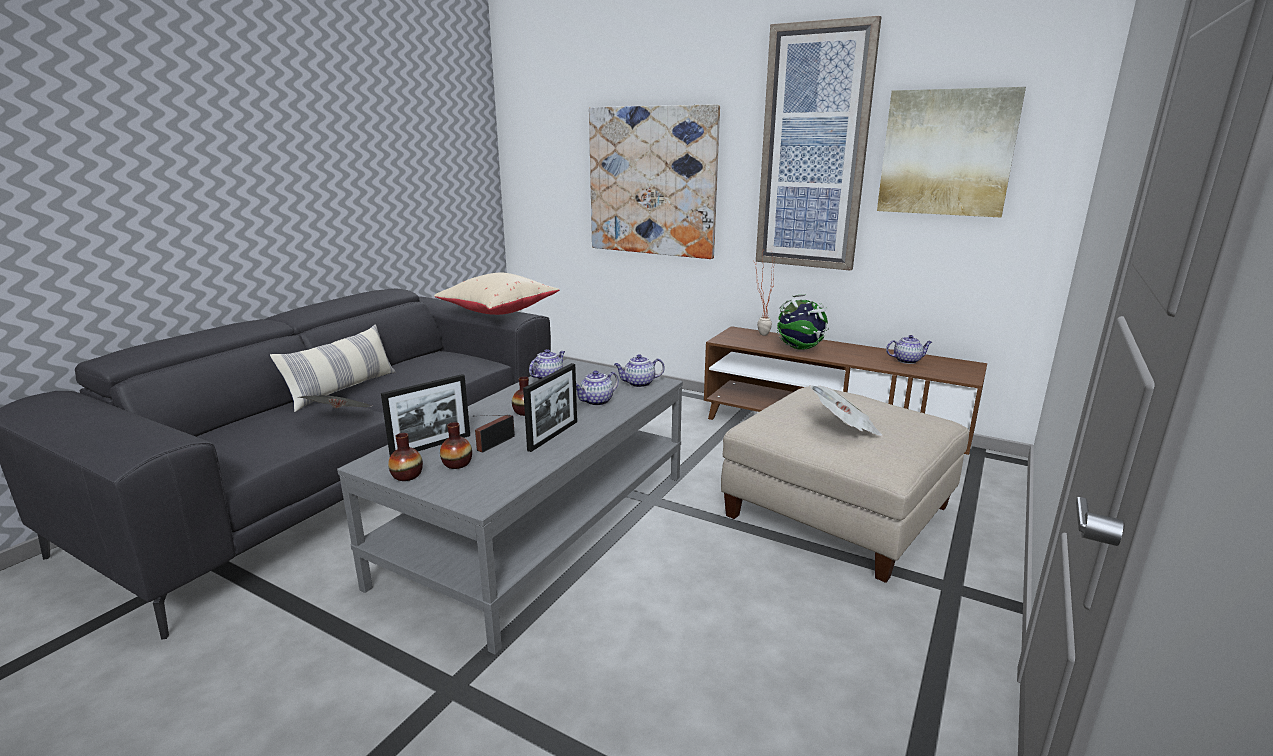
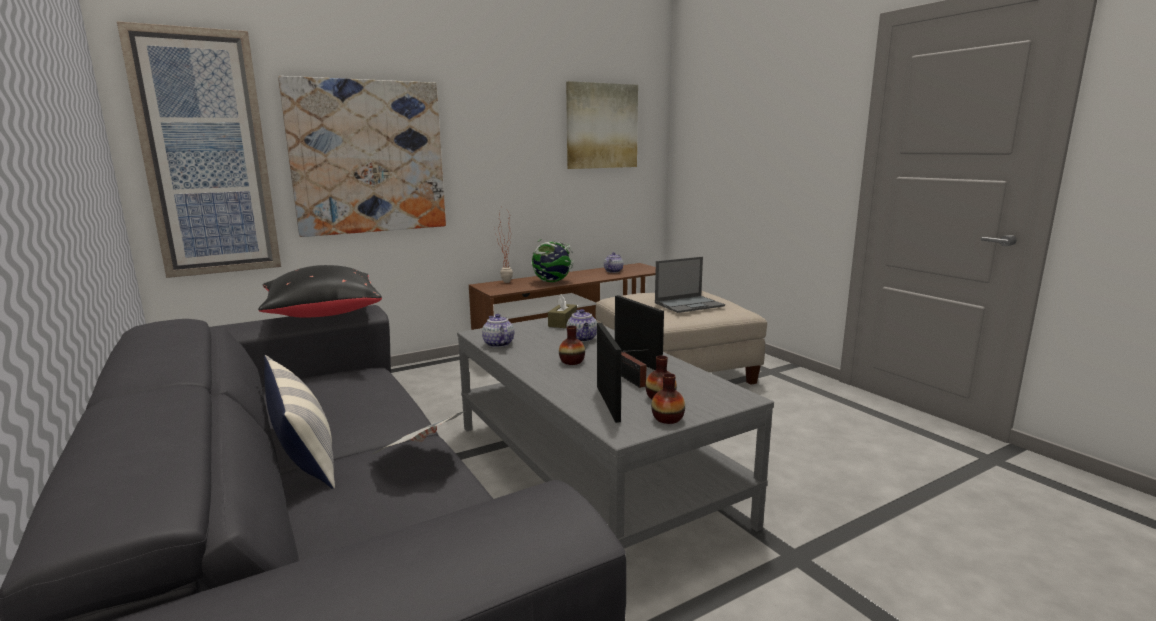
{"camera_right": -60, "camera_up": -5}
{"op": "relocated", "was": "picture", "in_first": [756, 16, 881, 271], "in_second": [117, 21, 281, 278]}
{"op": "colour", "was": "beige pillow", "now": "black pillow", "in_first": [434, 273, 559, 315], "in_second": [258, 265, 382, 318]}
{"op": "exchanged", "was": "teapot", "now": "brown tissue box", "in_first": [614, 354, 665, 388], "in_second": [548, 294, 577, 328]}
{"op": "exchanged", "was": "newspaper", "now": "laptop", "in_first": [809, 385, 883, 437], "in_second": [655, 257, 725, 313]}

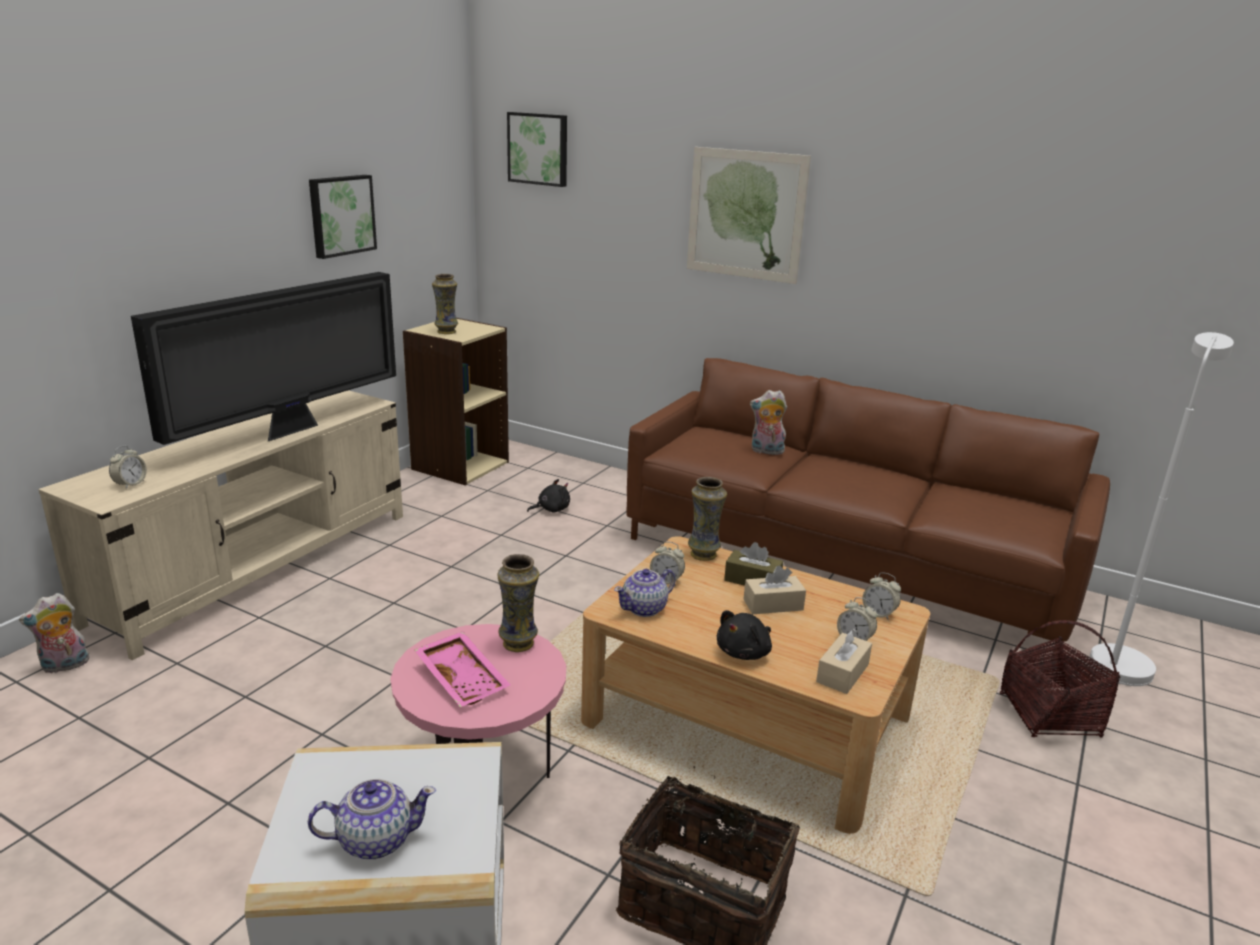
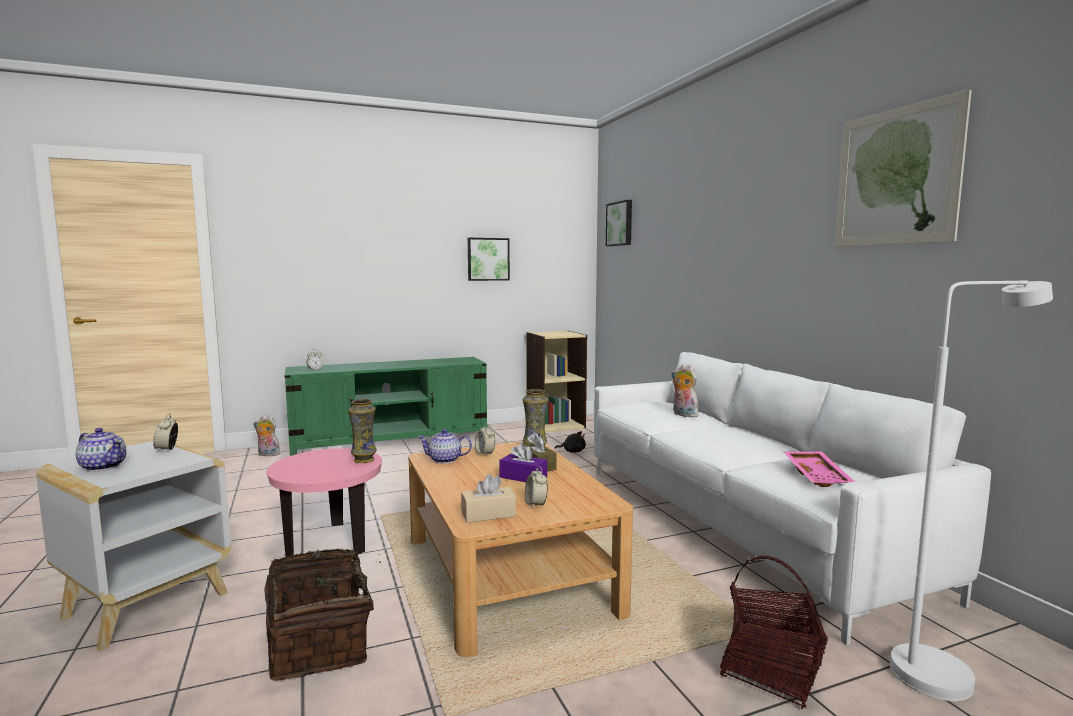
{"camera_right": 40, "camera_up": -15}
{"op": "relocated", "was": "picture", "in_first": [687, 147, 811, 284], "in_second": [835, 89, 972, 247]}
{"op": "missing", "was": "television", "in_first": [131, 272, 396, 445]}
{"op": "missing", "was": "vase", "in_first": [432, 274, 458, 334]}
{"op": "colour", "was": "brown sofa", "now": "white sofa", "in_first": [626, 358, 1110, 660], "in_second": [594, 352, 991, 645]}
{"op": "colour", "was": "beige tv stand", "now": "green tv stand", "in_first": [38, 390, 403, 660], "in_second": [285, 357, 487, 456]}
{"op": "colour", "was": "beige tissue box", "now": "purple tissue box", "in_first": [744, 566, 806, 614], "in_second": [499, 442, 547, 482]}
{"op": "relocated", "was": "alarm clock", "in_first": [862, 572, 901, 620], "in_second": [153, 413, 178, 452]}
{"op": "missing", "was": "black plush toy", "in_first": [717, 610, 772, 660]}
{"op": "relocated", "was": "pink tray", "in_first": [415, 631, 510, 707], "in_second": [784, 451, 855, 487]}

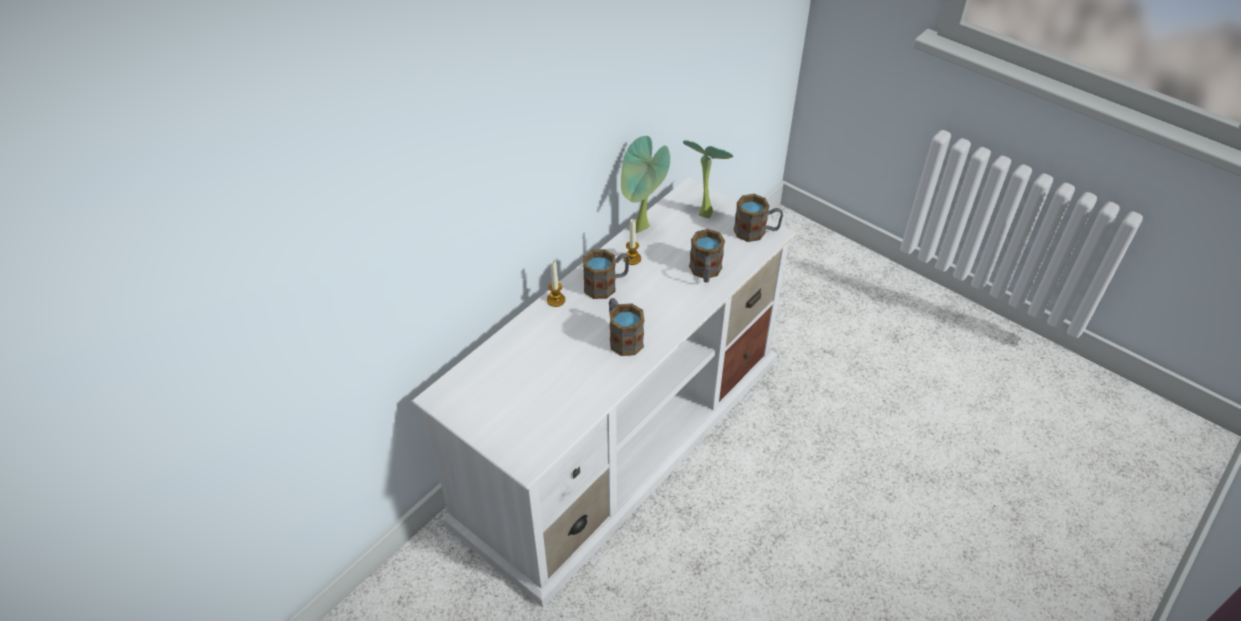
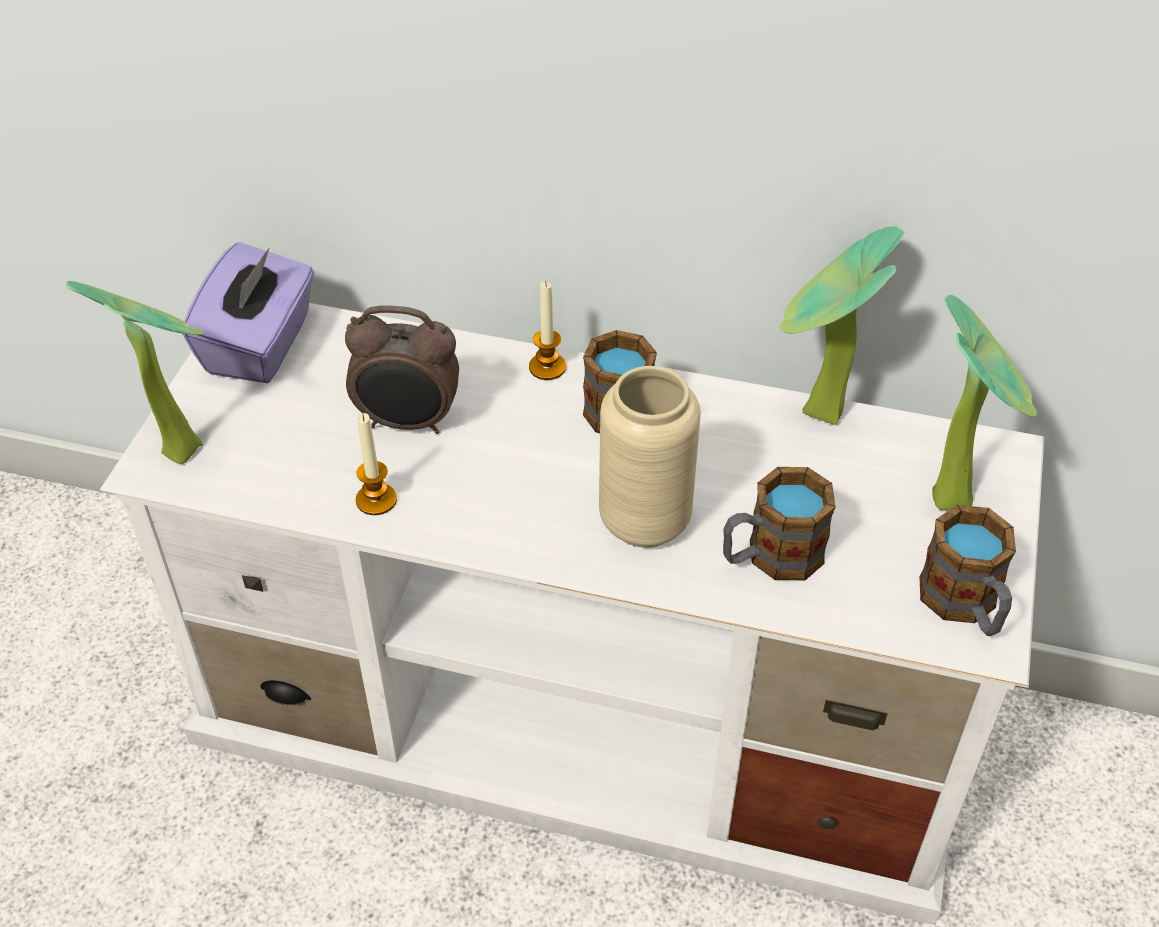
{"camera_right": 65, "camera_up": 0}
{"op": "relocated", "was": "candle", "in_first": [624, 219, 641, 265], "in_second": [356, 413, 397, 515]}
{"op": "missing", "was": "mug", "in_first": [609, 298, 644, 356]}
{"op": "appeared", "now": "purple tissue box", "in_second": [183, 242, 314, 383]}
{"op": "appeared", "now": "potted plant", "in_second": [66, 281, 204, 464]}
{"op": "appeared", "now": "alarm clock", "in_second": [345, 305, 459, 434]}
{"op": "appeared", "now": "beige vase", "in_second": [599, 366, 701, 548]}

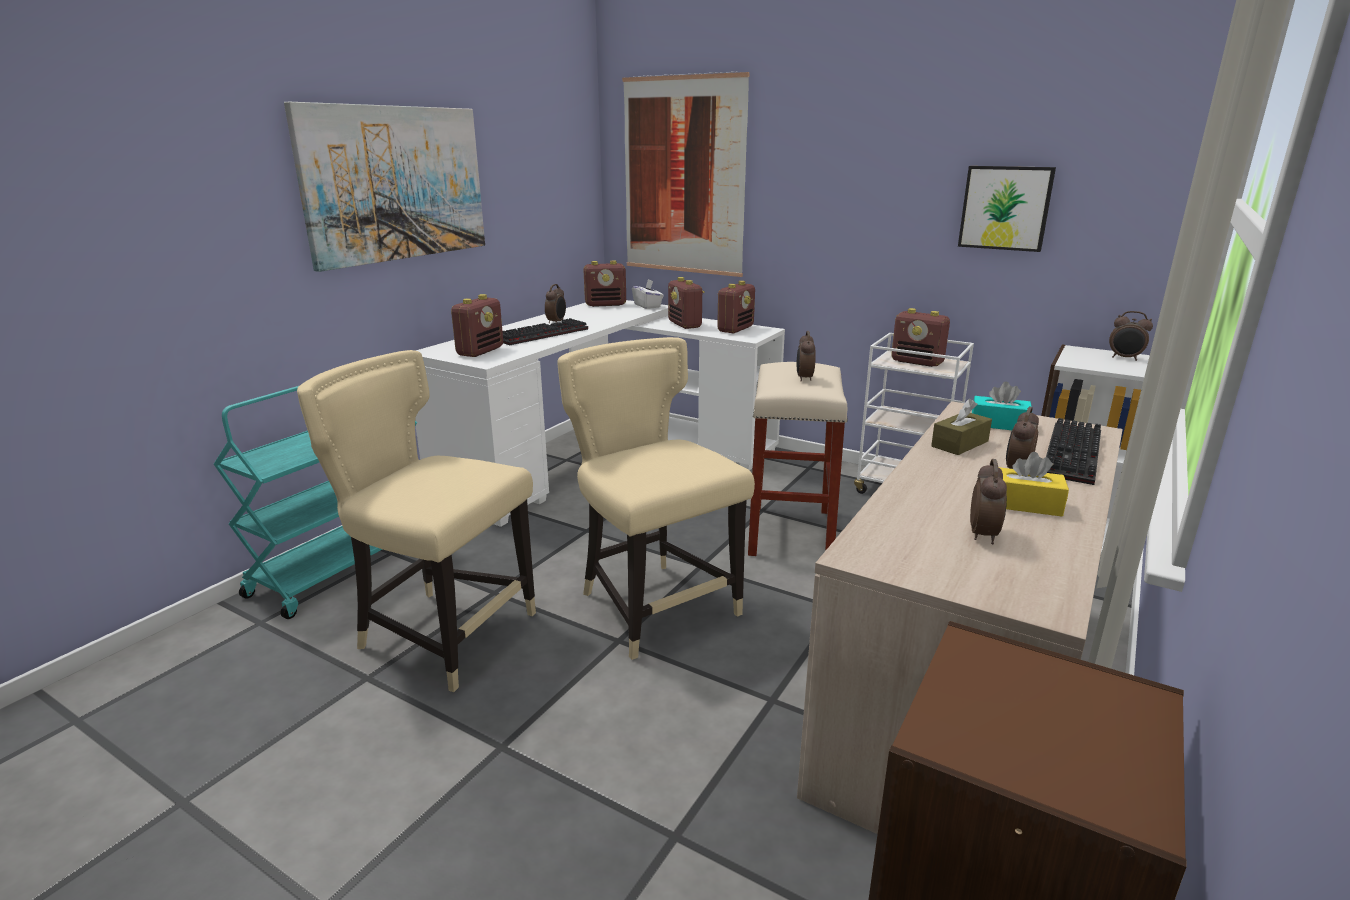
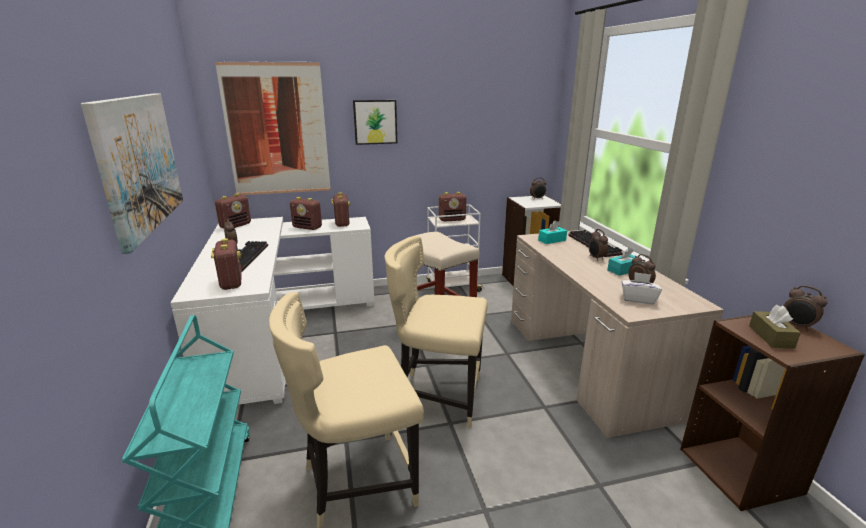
{"camera_right": -45, "camera_up": 0}
{"op": "relocated", "was": "picture", "in_first": [958, 166, 1056, 252], "in_second": [353, 100, 397, 145]}
{"op": "relocated", "was": "white tissue box", "in_first": [632, 279, 664, 309], "in_second": [622, 272, 662, 305]}
{"op": "relocated", "was": "alarm clock", "in_first": [797, 331, 816, 382], "in_second": [784, 285, 828, 331]}
{"op": "relocated", "was": "brown tissue box", "in_first": [931, 399, 992, 455], "in_second": [749, 305, 801, 349]}
{"op": "colour", "was": "yellow tissue box", "now": "turquoise tissue box", "in_first": [999, 452, 1069, 517], "in_second": [607, 247, 639, 276]}

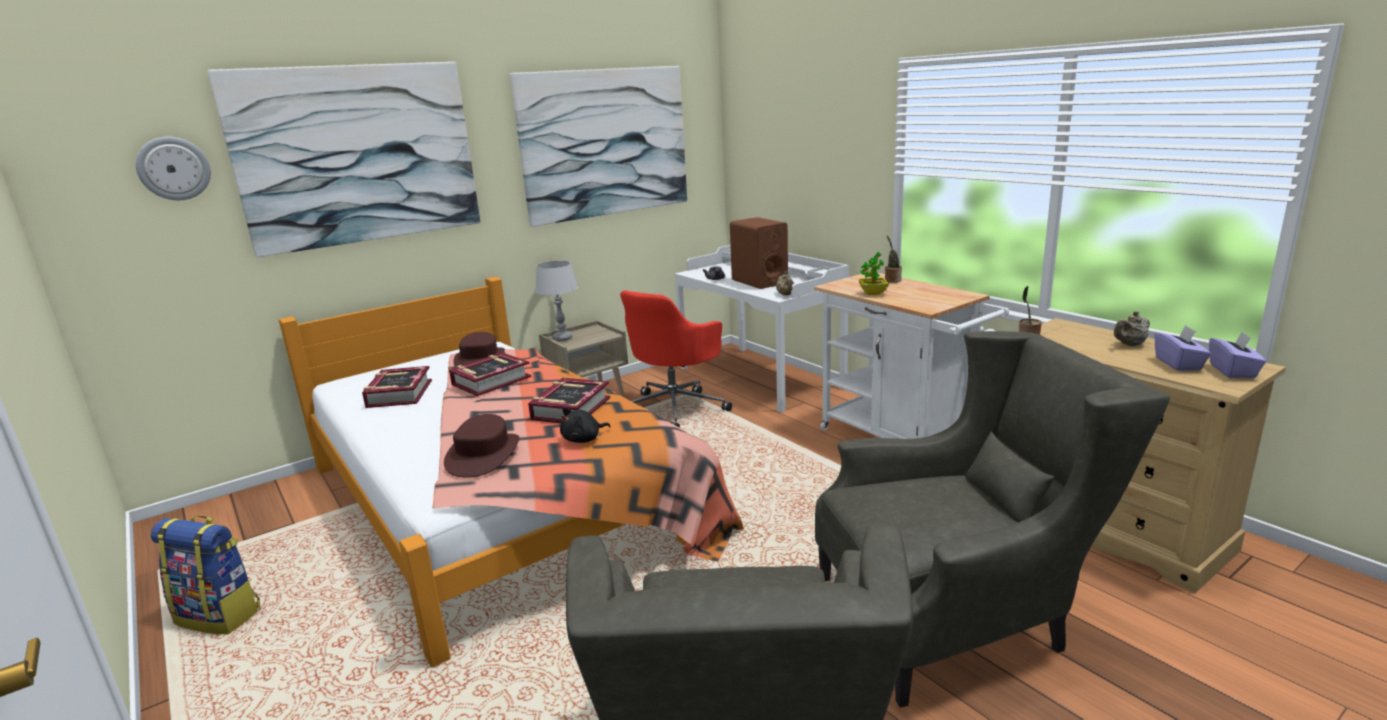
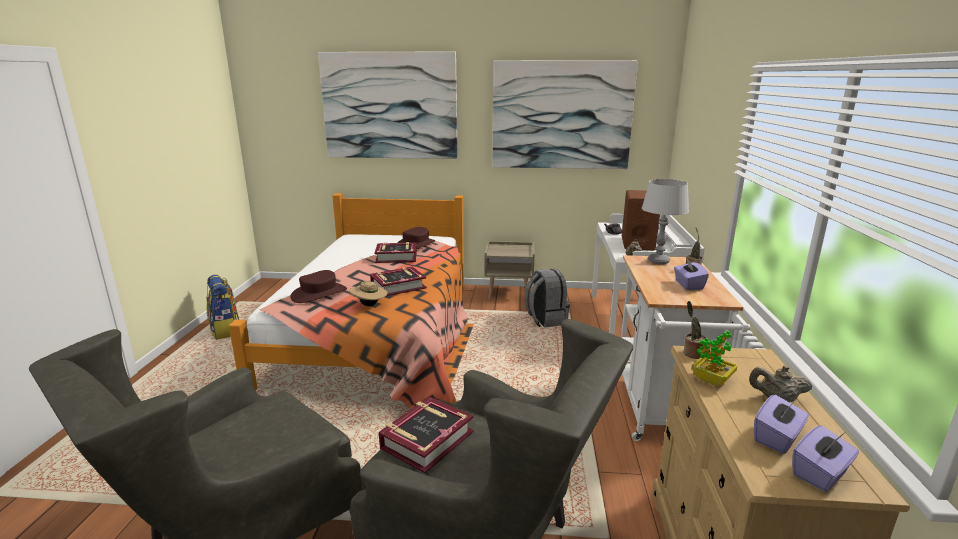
{"camera_right": 40, "camera_up": 0}
{"op": "missing", "was": "wall clock", "in_first": [136, 137, 211, 200]}
{"op": "relocated", "was": "potted plant", "in_first": [859, 252, 888, 295], "in_second": [691, 331, 737, 386]}
{"op": "relocated", "was": "grey table lamp", "in_first": [535, 261, 578, 341], "in_second": [642, 179, 689, 264]}
{"op": "exchanged", "was": "red office chair", "now": "grey backpack", "in_first": [620, 290, 732, 428], "in_second": [525, 269, 570, 328]}
{"op": "relocated", "was": "book", "in_first": [362, 366, 432, 408], "in_second": [379, 396, 473, 473]}
{"op": "exchanged", "was": "black plush toy", "now": "beige hat", "in_first": [560, 407, 611, 443], "in_second": [349, 281, 388, 306]}
{"op": "appeared", "now": "purple tissue box", "in_second": [674, 259, 709, 290]}

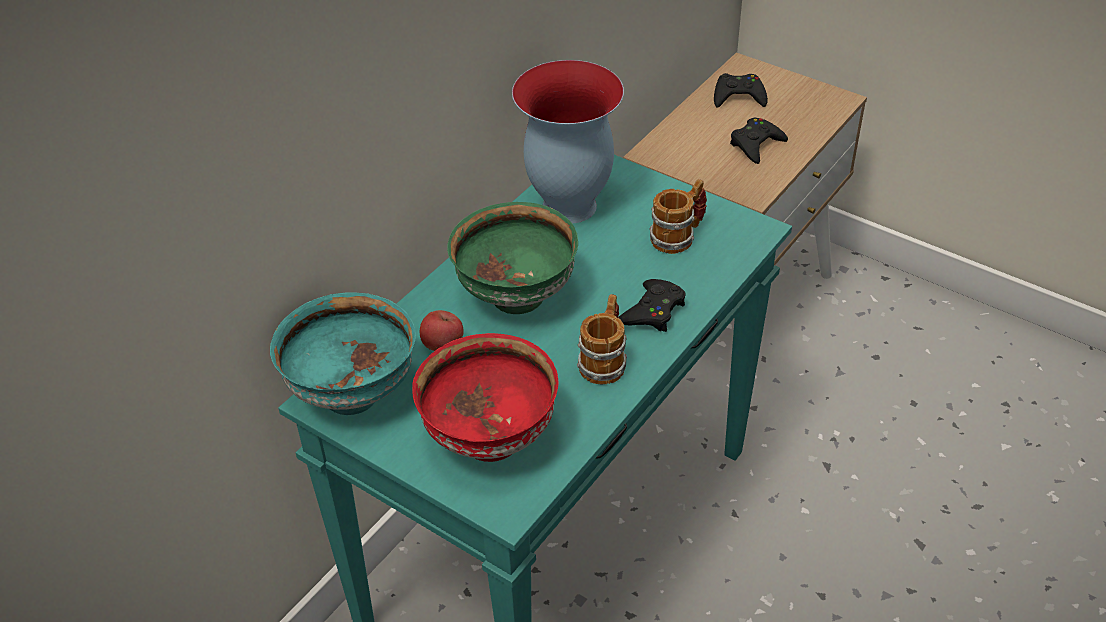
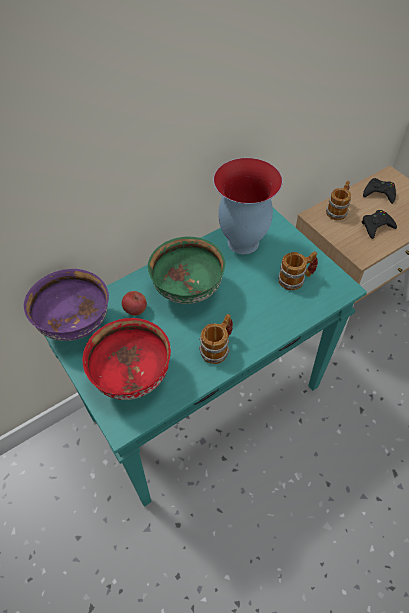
{"camera_right": 20, "camera_up": 10}
{"op": "missing", "was": "black game controller", "in_first": [619, 279, 685, 332]}
{"op": "colour", "was": "turquoise bowl", "now": "purple bowl", "in_first": [270, 292, 416, 415], "in_second": [24, 269, 109, 341]}
{"op": "appeared", "now": "mug", "in_second": [326, 181, 351, 220]}

